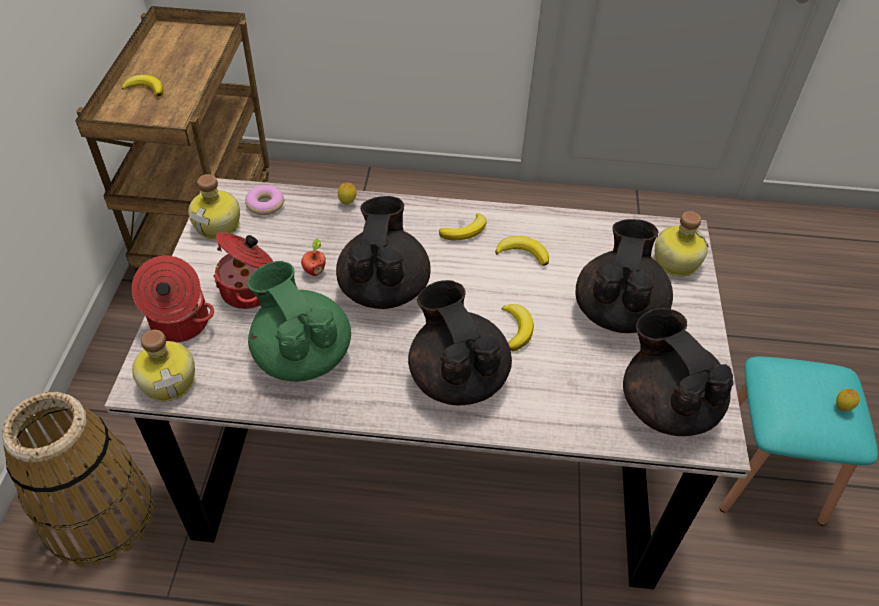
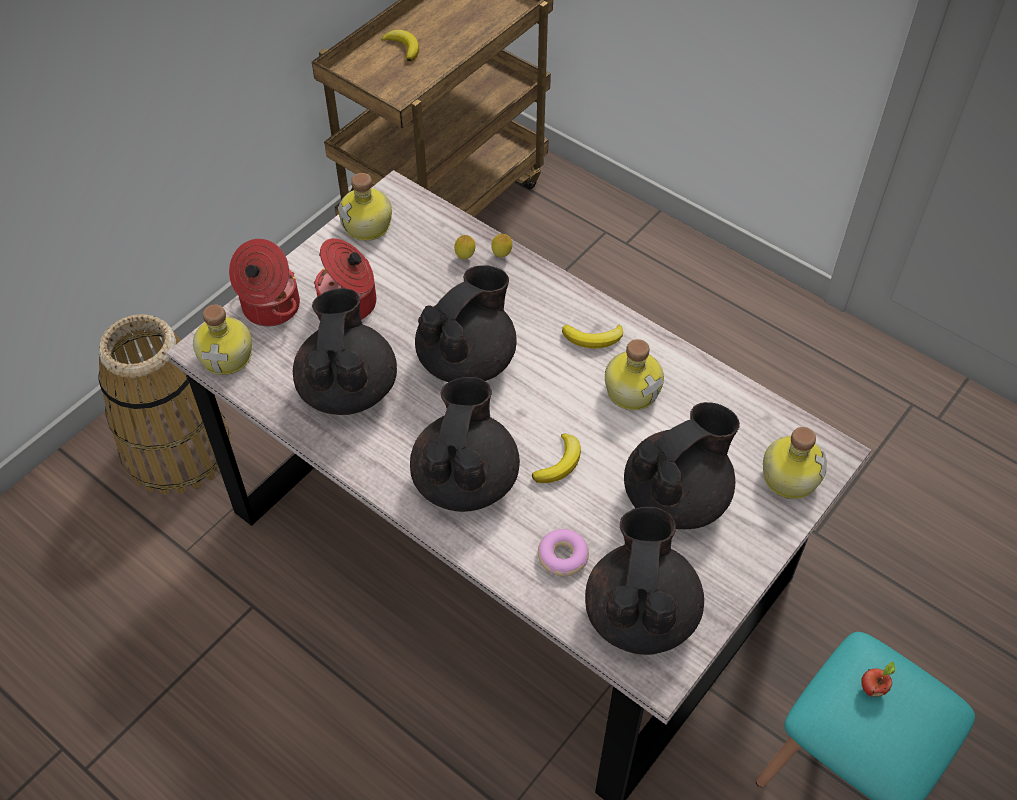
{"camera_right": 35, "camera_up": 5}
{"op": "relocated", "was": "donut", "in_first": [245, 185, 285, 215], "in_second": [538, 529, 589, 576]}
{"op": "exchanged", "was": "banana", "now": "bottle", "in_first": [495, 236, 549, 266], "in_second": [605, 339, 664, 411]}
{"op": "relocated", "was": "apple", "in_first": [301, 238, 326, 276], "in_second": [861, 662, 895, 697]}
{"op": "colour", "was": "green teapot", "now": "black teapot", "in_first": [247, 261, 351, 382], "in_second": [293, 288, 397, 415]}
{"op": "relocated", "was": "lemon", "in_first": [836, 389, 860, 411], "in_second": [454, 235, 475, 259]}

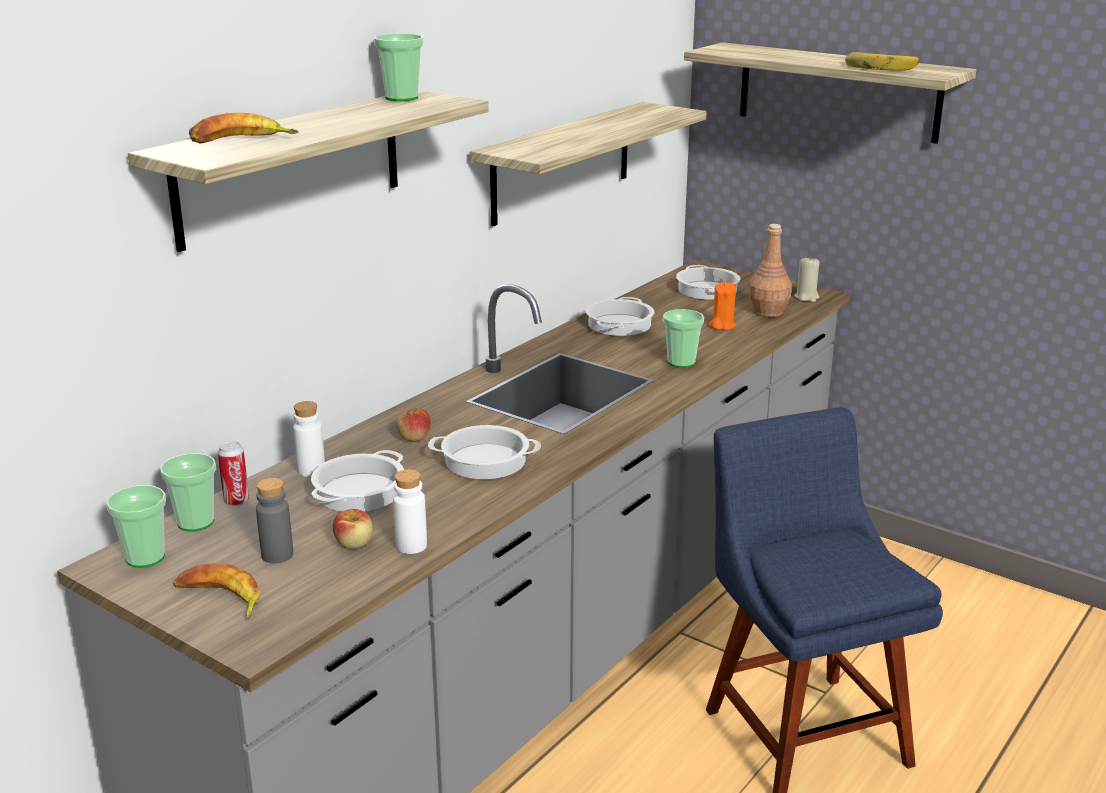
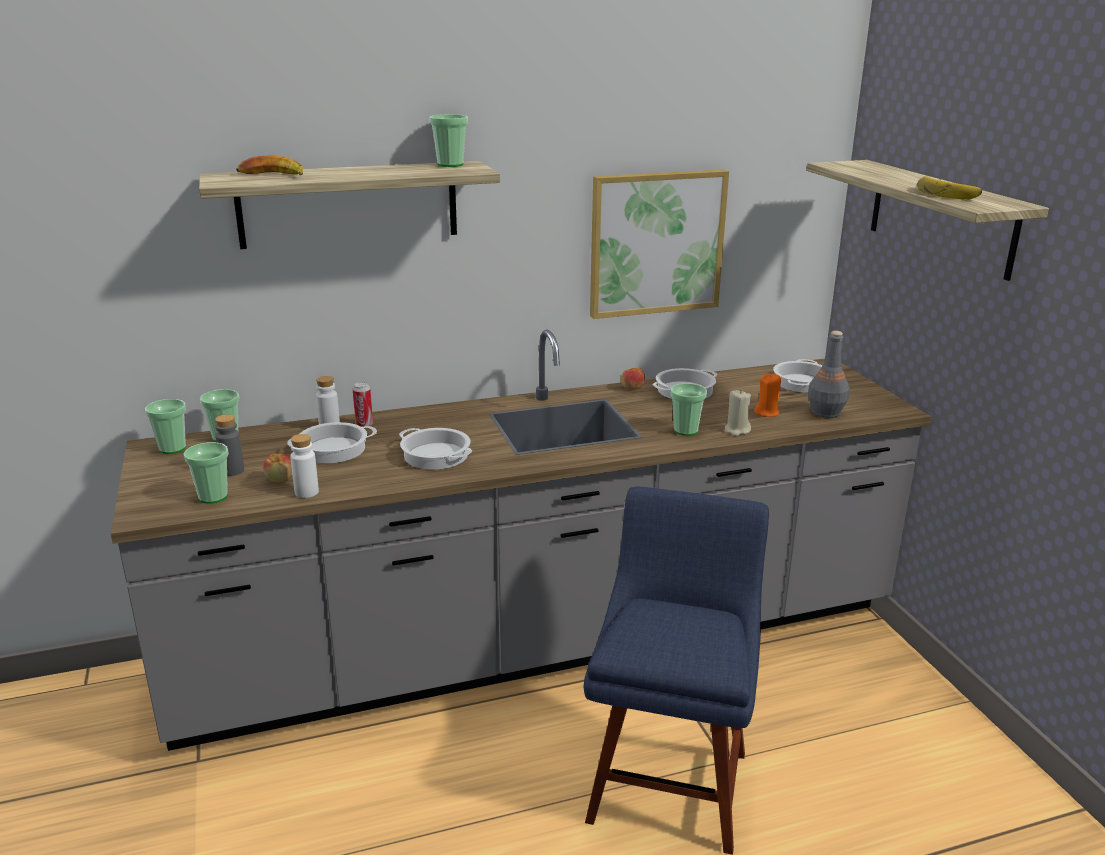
{"camera_right": 35, "camera_up": 0}
{"op": "exchanged", "was": "shelf", "now": "picture", "in_first": [470, 102, 706, 226], "in_second": [590, 169, 729, 319]}
{"op": "colour", "was": "brown bottle", "now": "grey bottle", "in_first": [748, 224, 791, 317], "in_second": [808, 331, 850, 418]}
{"op": "relocated", "was": "beige candle", "in_first": [794, 256, 820, 302], "in_second": [725, 390, 751, 436]}
{"op": "relocated", "was": "apple", "in_first": [397, 408, 431, 442], "in_second": [621, 368, 645, 390]}
{"op": "relocated", "was": "can", "in_first": [218, 441, 249, 506], "in_second": [353, 382, 373, 427]}
{"op": "missing", "was": "banana", "in_first": [173, 563, 260, 619]}
{"op": "appeared", "now": "cup", "in_second": [184, 442, 229, 503]}

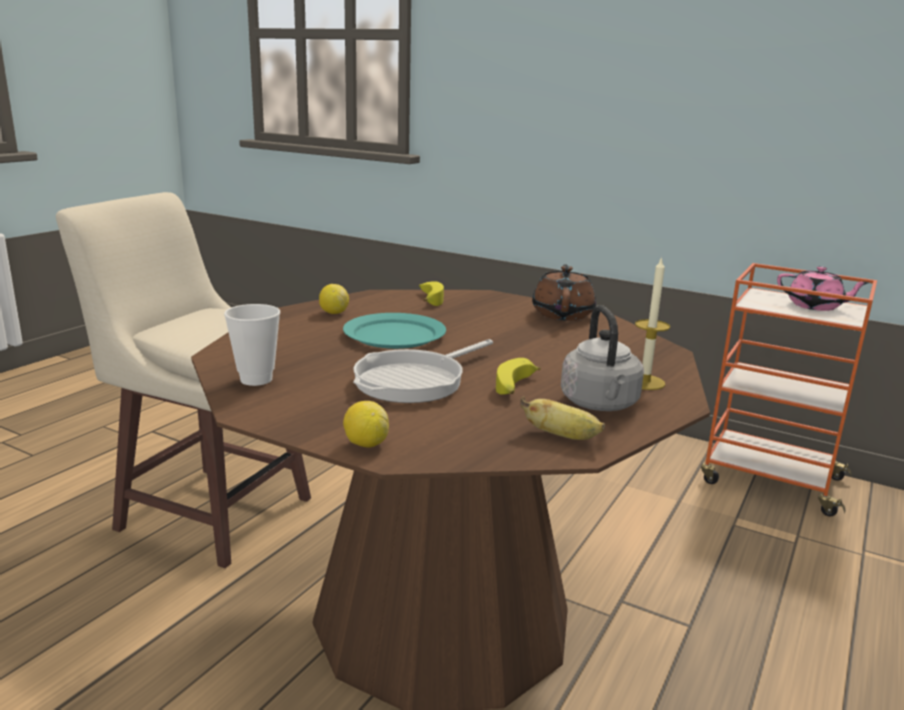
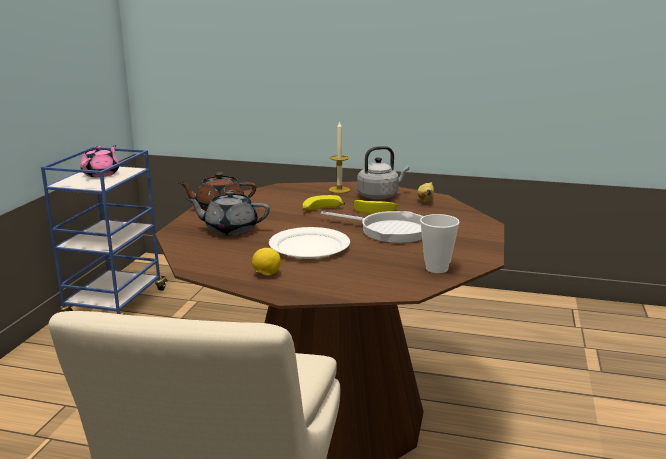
{"camera_right": -105, "camera_up": 0}
{"op": "colour", "was": "orange cart", "now": "blue cart", "in_first": [701, 263, 877, 516], "in_second": [41, 147, 168, 315]}
{"op": "relocated", "was": "banana", "in_first": [419, 281, 444, 306], "in_second": [303, 195, 345, 210]}
{"op": "colour", "was": "turquoise plate", "now": "white plate", "in_first": [343, 313, 446, 349], "in_second": [269, 227, 350, 259]}
{"op": "missing", "was": "lemon", "in_first": [343, 401, 389, 448]}
{"op": "appeared", "now": "grey teapot", "in_second": [186, 190, 270, 236]}

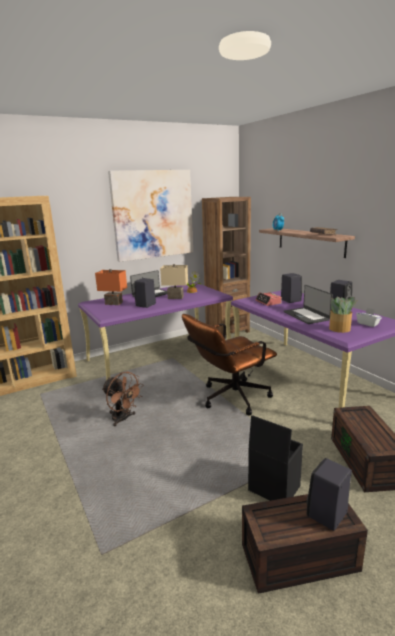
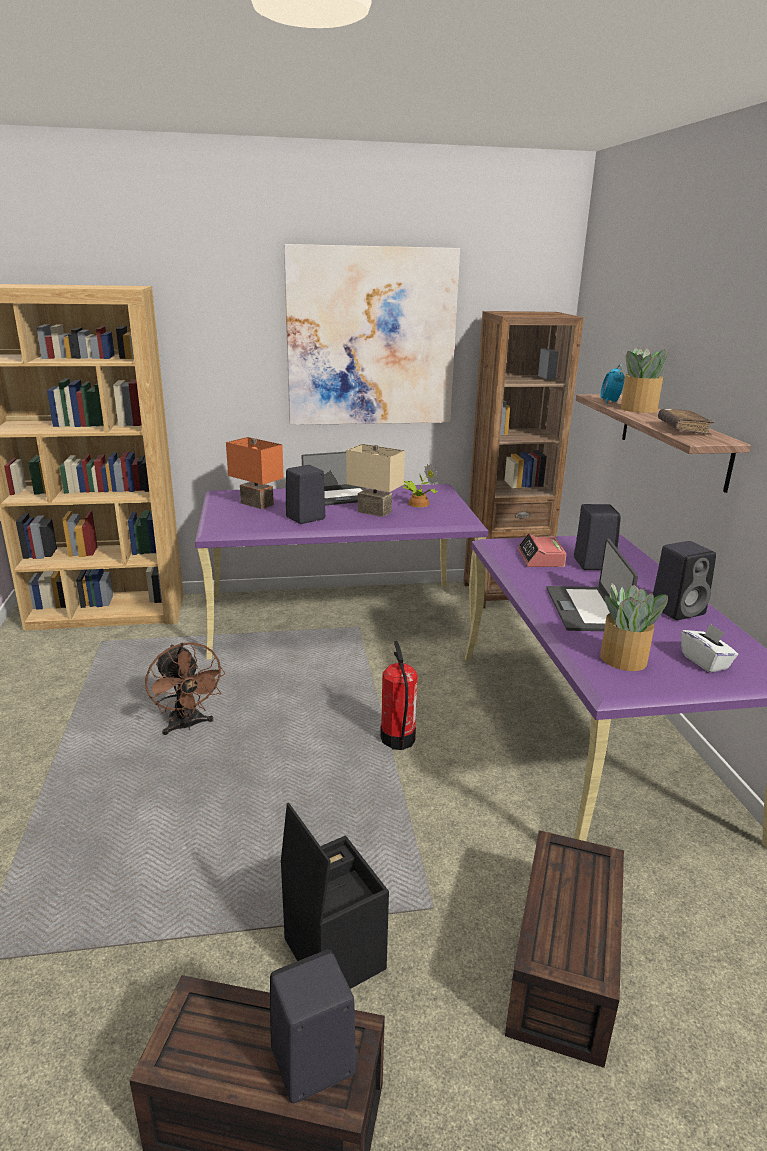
{"camera_right": 20, "camera_up": 5}
{"op": "exchanged", "was": "brown office chair", "now": "fire extinguisher", "in_first": [182, 314, 277, 415], "in_second": [380, 641, 418, 750]}
{"op": "appeared", "now": "potted plant", "in_second": [621, 348, 669, 413]}

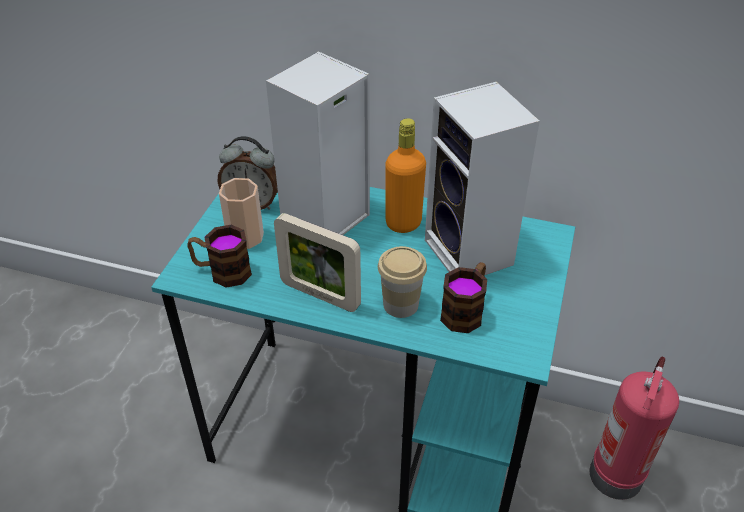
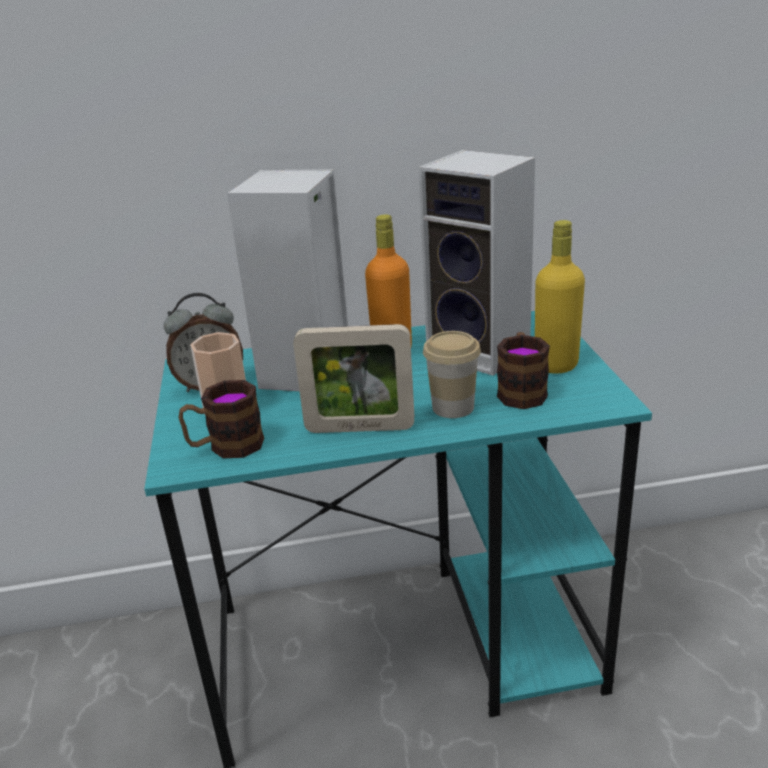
{"camera_right": -25, "camera_up": -15}
{"op": "missing", "was": "fire extinguisher", "in_first": [589, 357, 679, 500]}
{"op": "appeared", "now": "yellow bottle", "in_second": [535, 220, 585, 374]}

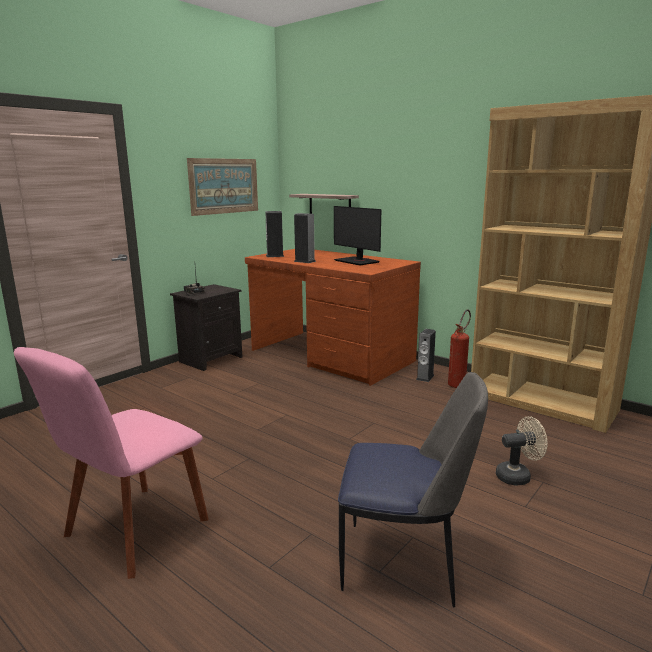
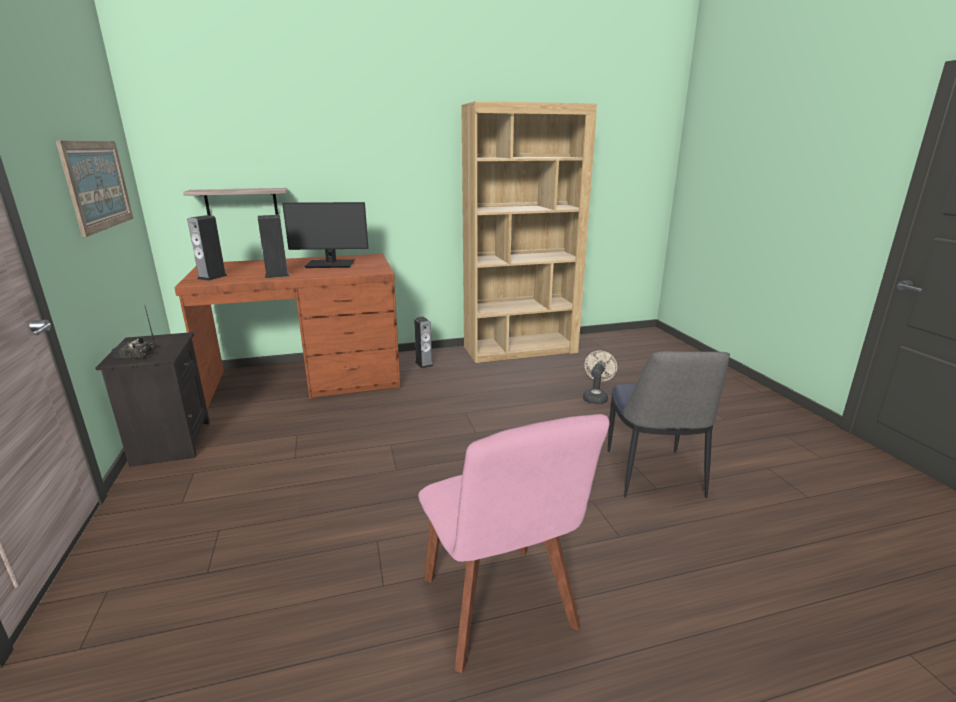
{"camera_right": -55, "camera_up": 5}
{"op": "missing", "was": "fire extinguisher", "in_first": [448, 309, 471, 388]}
{"op": "spun", "was": "chair", "in_first": [338, 372, 488, 607], "in_second": [608, 352, 730, 498], "clockwise": 135}

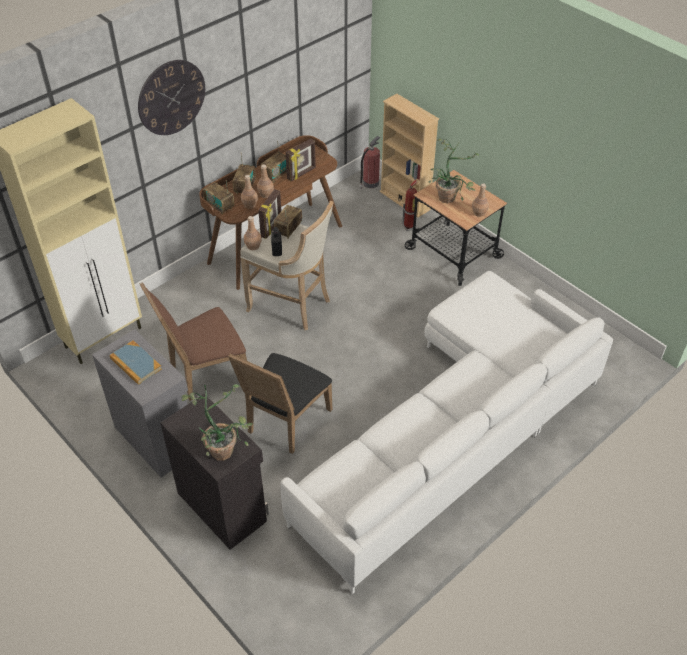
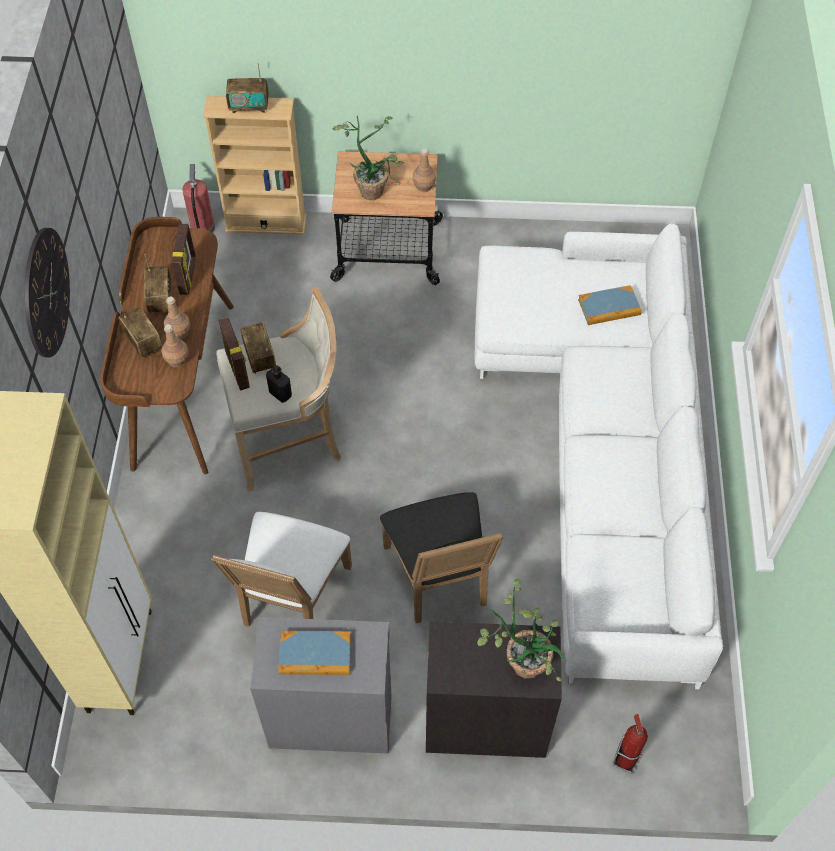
{"camera_right": -45, "camera_up": 10}
{"op": "relocated", "was": "radio", "in_first": [203, 180, 234, 215], "in_second": [226, 63, 268, 113]}
{"op": "relocated", "was": "fire extinguisher", "in_first": [402, 180, 417, 231], "in_second": [612, 714, 648, 774]}
{"op": "missing", "was": "brown bottle", "in_first": [244, 216, 262, 250]}
{"op": "colour", "was": "brown chair", "now": "white chair", "in_first": [139, 282, 247, 401], "in_second": [211, 512, 352, 627]}
{"op": "appeared", "now": "book", "in_second": [578, 285, 642, 325]}

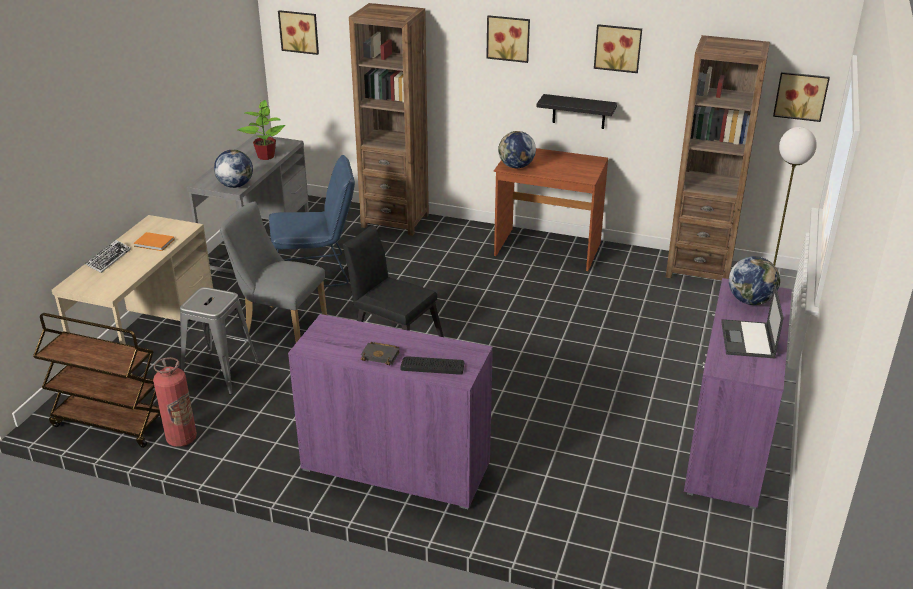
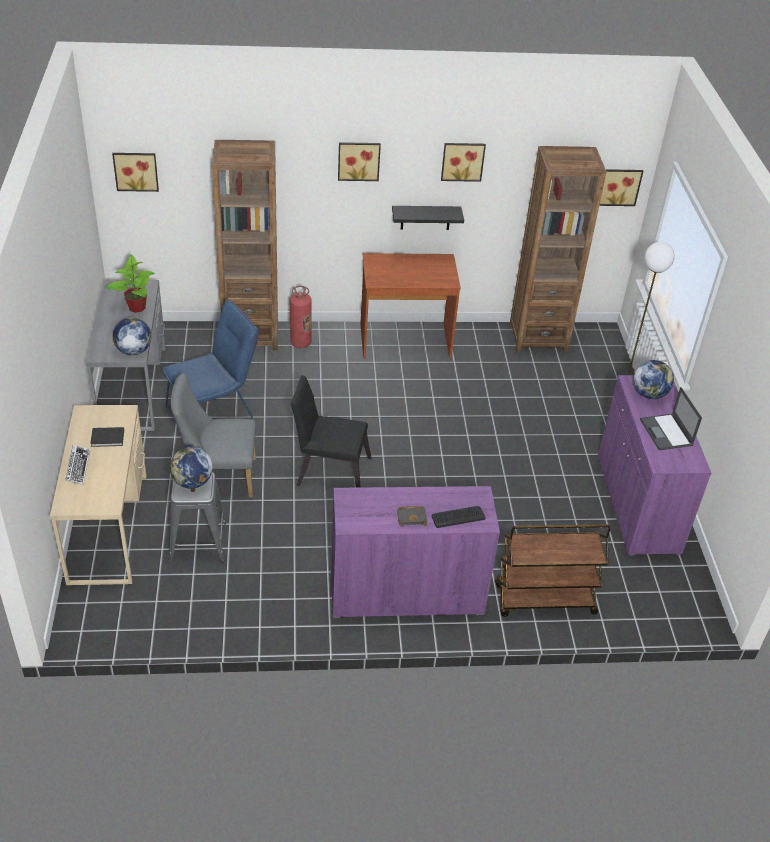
{"camera_right": -25, "camera_up": 10}
{"op": "relocated", "was": "globe", "in_first": [498, 131, 536, 168], "in_second": [170, 447, 213, 489]}
{"op": "colour", "was": "orange book", "now": "black book", "in_first": [133, 232, 175, 251], "in_second": [90, 427, 124, 447]}
{"op": "relocated", "was": "brown cart", "in_first": [33, 313, 161, 448], "in_second": [495, 525, 610, 617]}
{"op": "relocated", "was": "fire extinguisher", "in_first": [153, 357, 197, 447], "in_second": [290, 286, 312, 348]}

